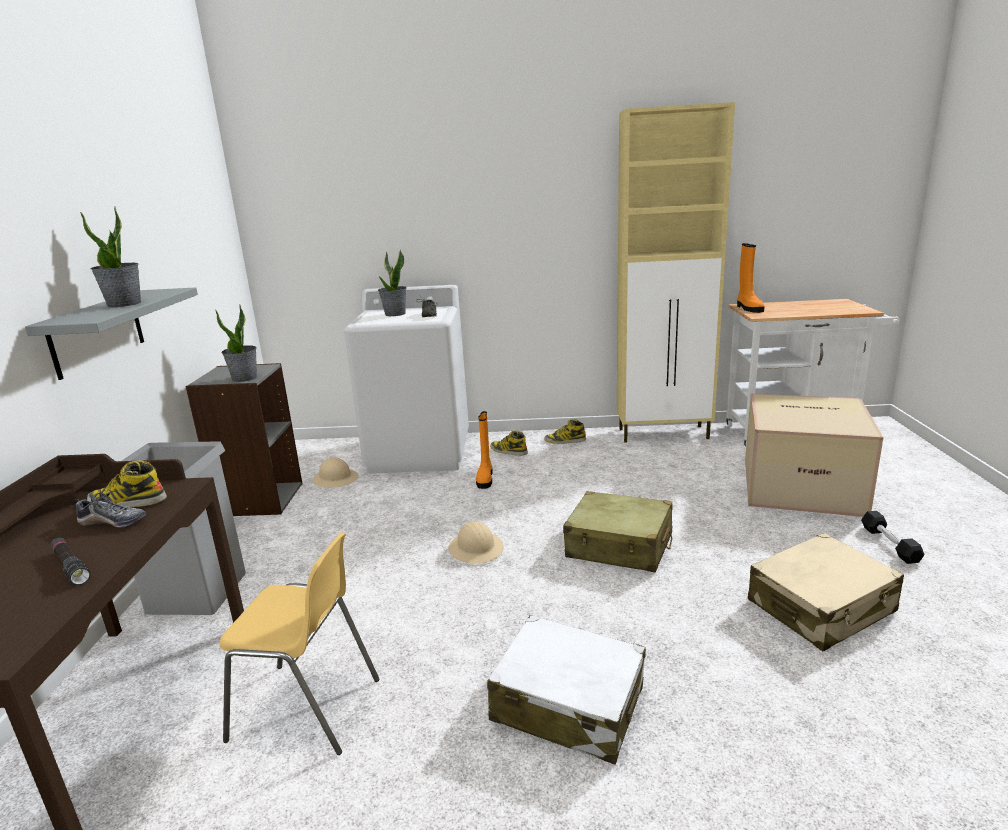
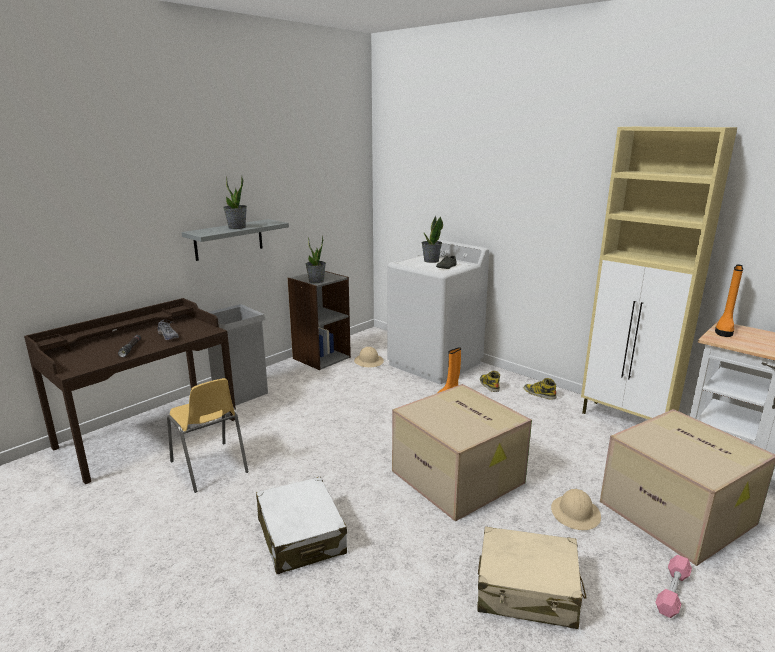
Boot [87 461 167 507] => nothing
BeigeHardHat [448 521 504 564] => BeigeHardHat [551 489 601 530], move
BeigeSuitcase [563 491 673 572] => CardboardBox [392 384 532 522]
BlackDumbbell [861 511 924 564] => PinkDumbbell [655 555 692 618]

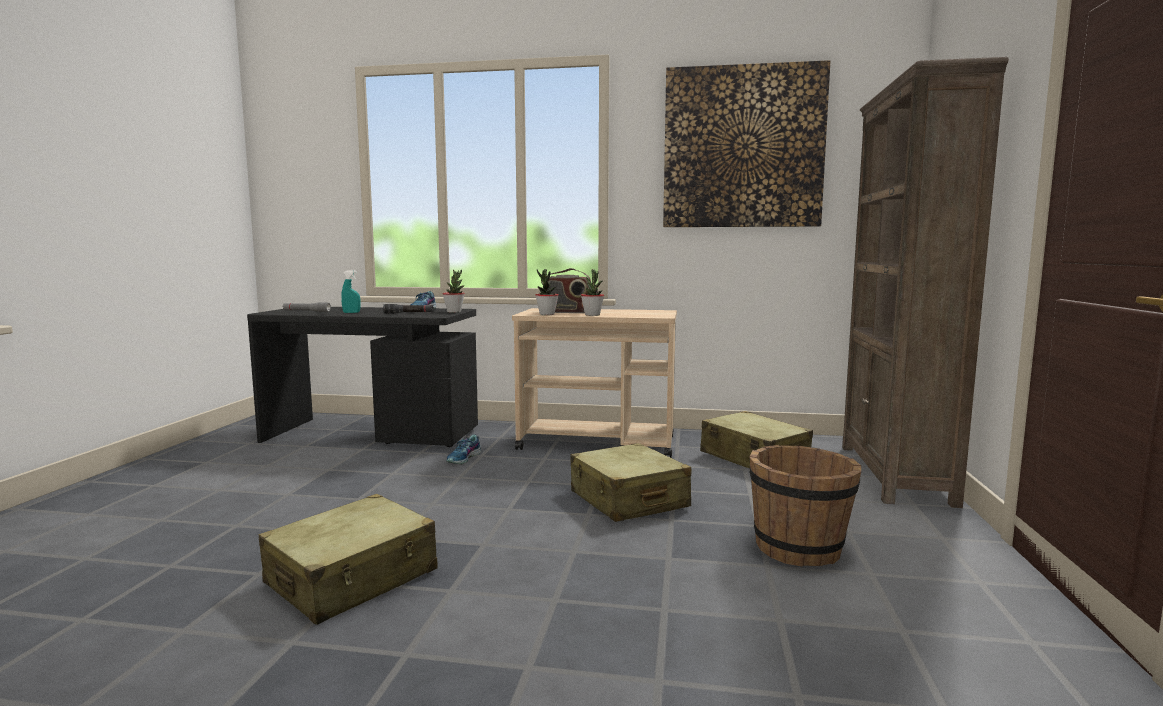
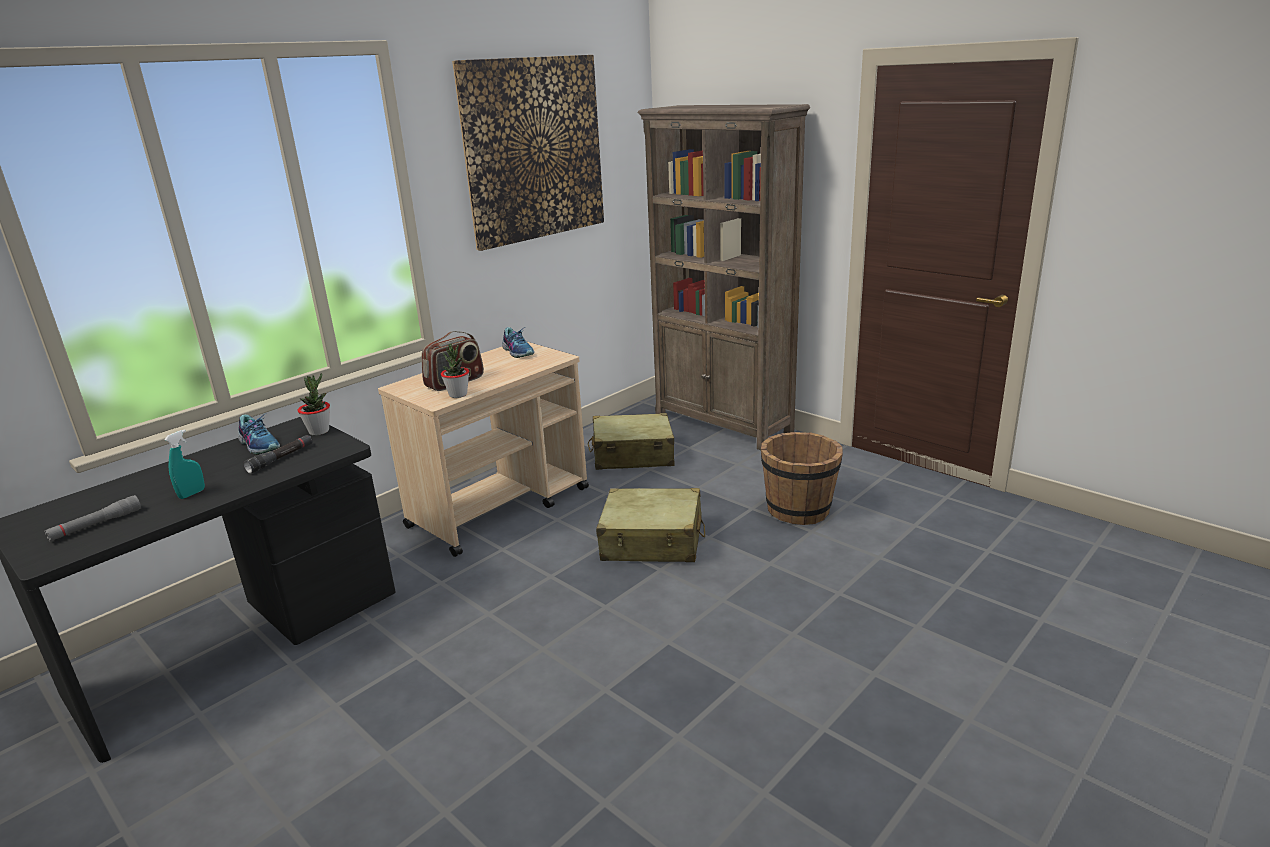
BeigeSuitcase [258 494 437 625] => nothing
PottedPlant [581 269 604 316] => nothing
Shoe [446 434 481 464] => Shoe [502 327 534 358], move

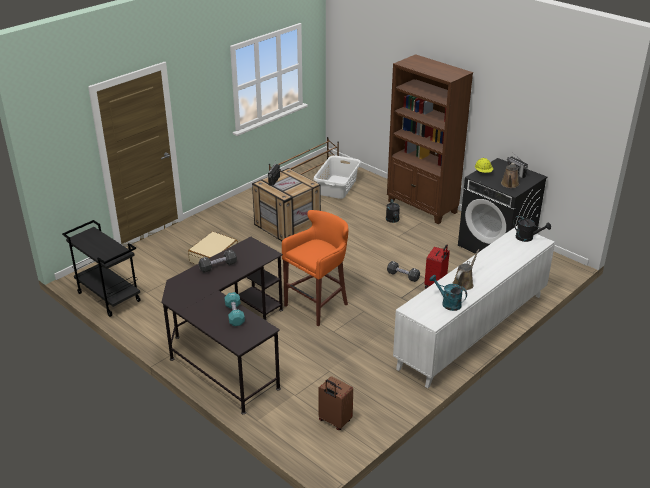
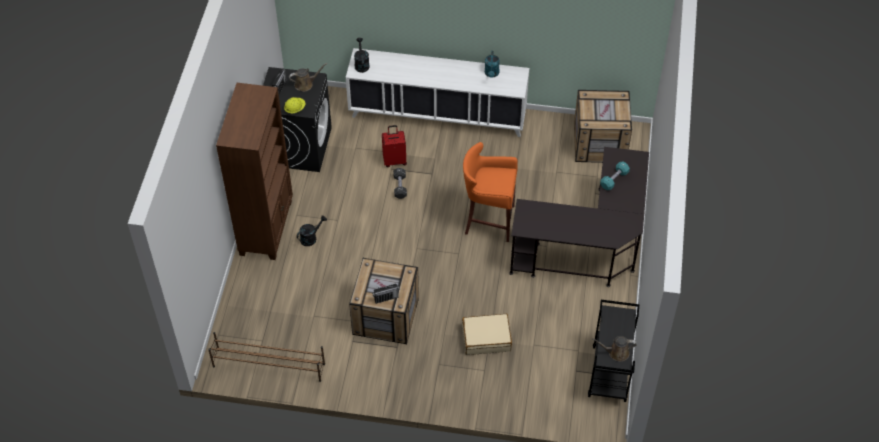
BlackDumbbell [199 249 237 273] => nothing
WhiteLaundryBasket [313 155 361 199] => nothing
BrownWateringCan [452 249 479 291] => BrownWateringCan [592 336 637 361], move
BrownSuitcase [318 376 353 430] => Crate [574 90 632 163]

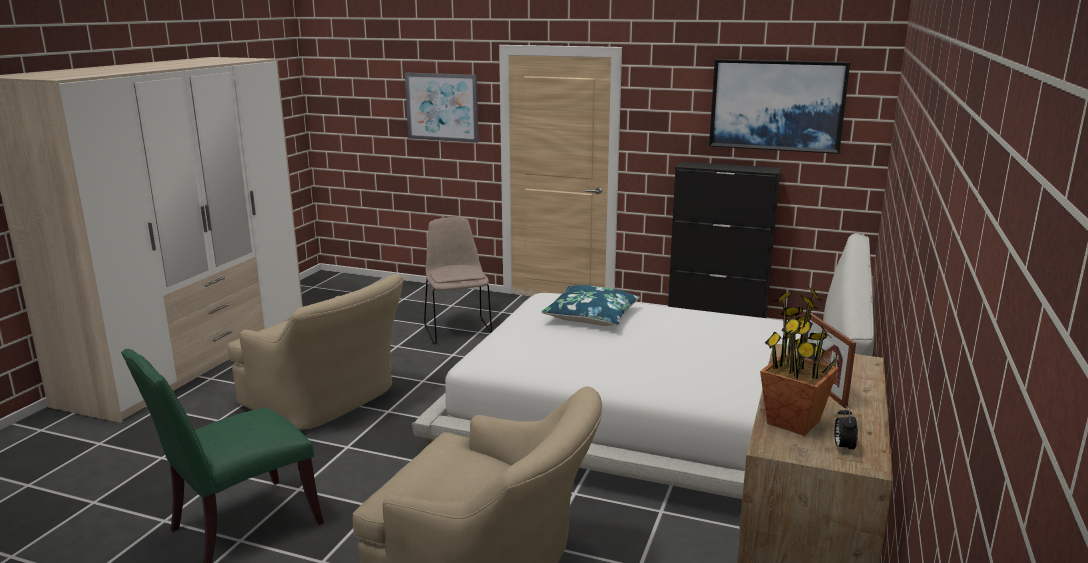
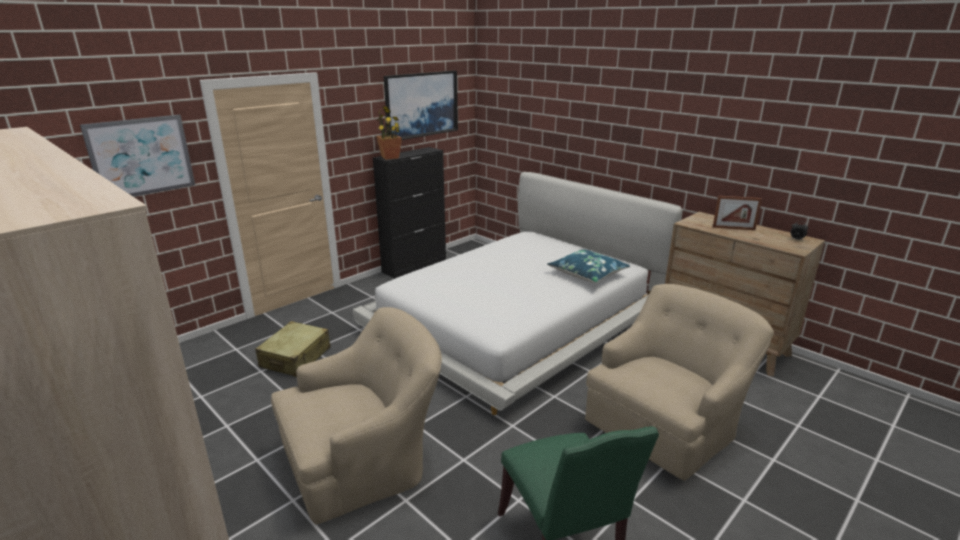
BluePillow [542 285 640 326] => BluePillow [547 249 630 283], move
PottedPlant [760 285 839 436] => PottedPlant [376 106 402 160], move
BeigeChair [424 217 492 344] => BeigeSuitcase [255 321 331 377]

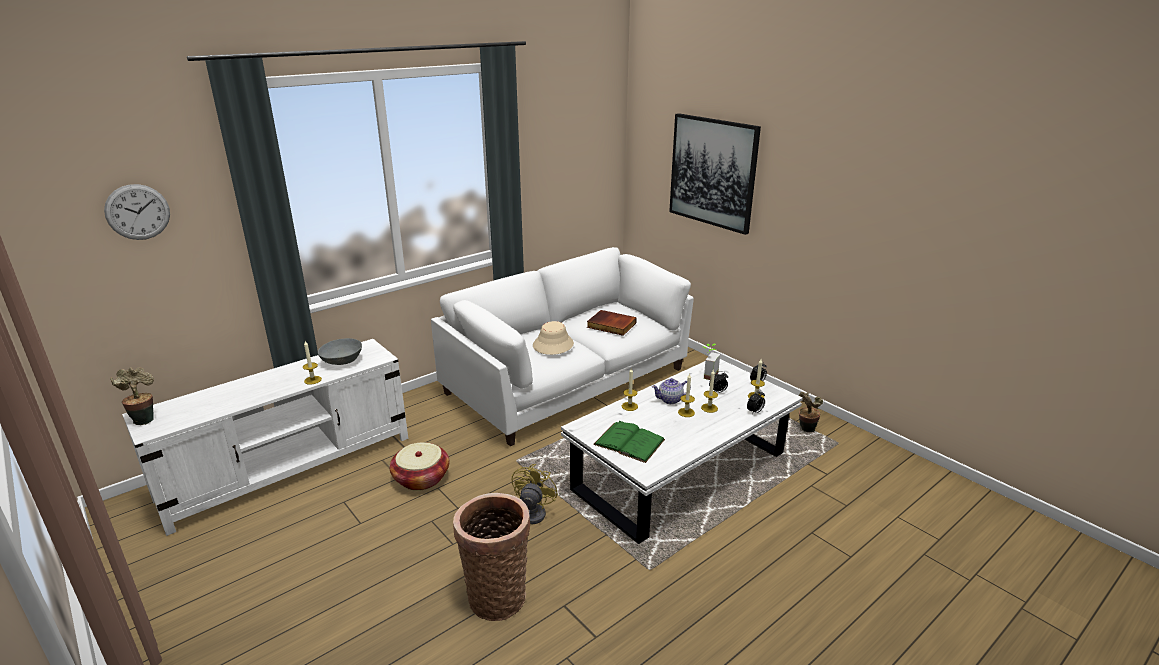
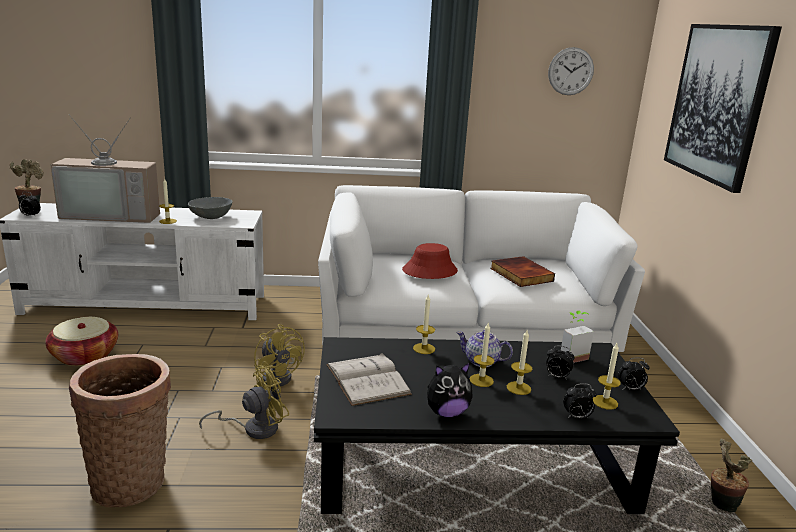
nothing => AlarmClock [18 192 41 217]
nothing => Television [50 115 160 223]
nothing => YellowFan [254 324 305 387]
nothing => PlushToy [427 362 473 417]
WallClock [104 184 170 240] => WallClock [548 47 594 95], move
Basket [389 442 449 491] => Basket [45 317 118 366], move
BeigeHat [533 321 574 355] => RedHat [402 243 458 279]
WhiteCoffeeTable [561 359 803 544] => BlackCoffeeTable [314 337 680 514]
GreenBook [593 421 665 463] => WhiteBook [326 353 412 406]

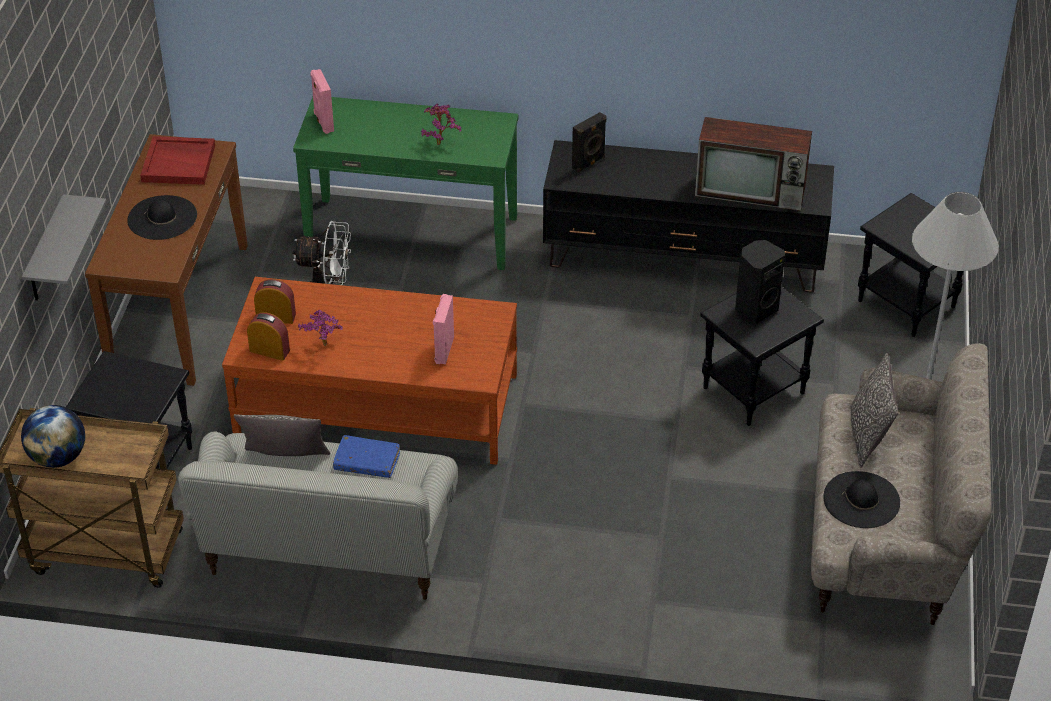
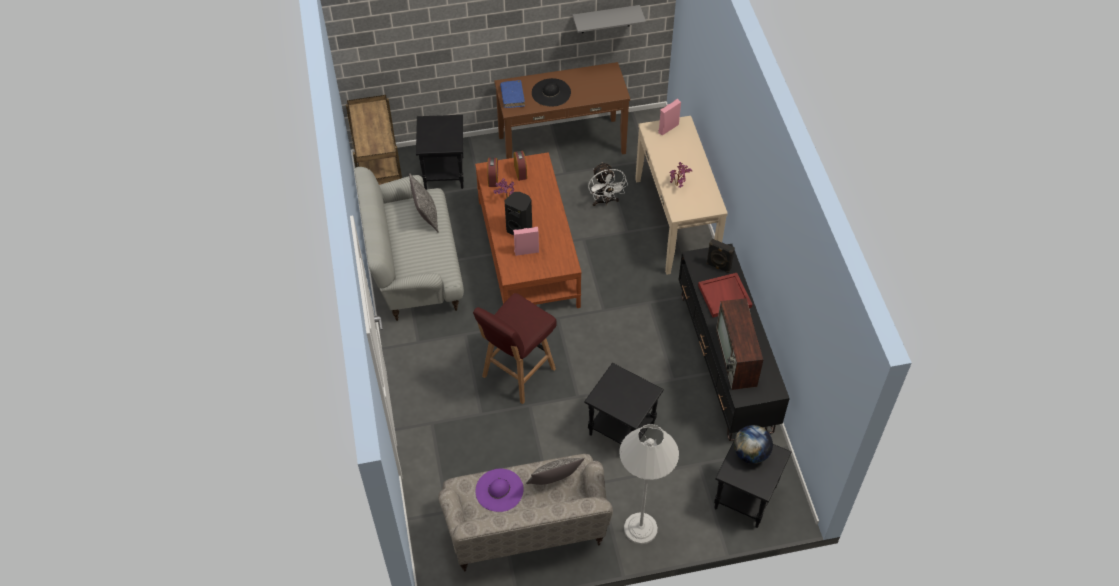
nothing => RedStool [473 293 557 404]
Globe [21 405 85 468] => Globe [734 425 773 464], move
GreyShelf [22 194 107 301] => GreyShelf [572 5 646 33], move
RedTray [140 136 215 185] => RedTray [698 273 752 317], move
BlueBook [333 435 400 478] => BlueBook [500 80 525 108], move
BlackSpeaker [735 240 785 324] => BlackSpeaker [505 192 532 235], move
GreenConsoleTable [293 97 518 270] => BeigeConsoleTable [635 116 728 275]
BlackHat [823 471 900 528] => PurpleHat [476 469 523 512]

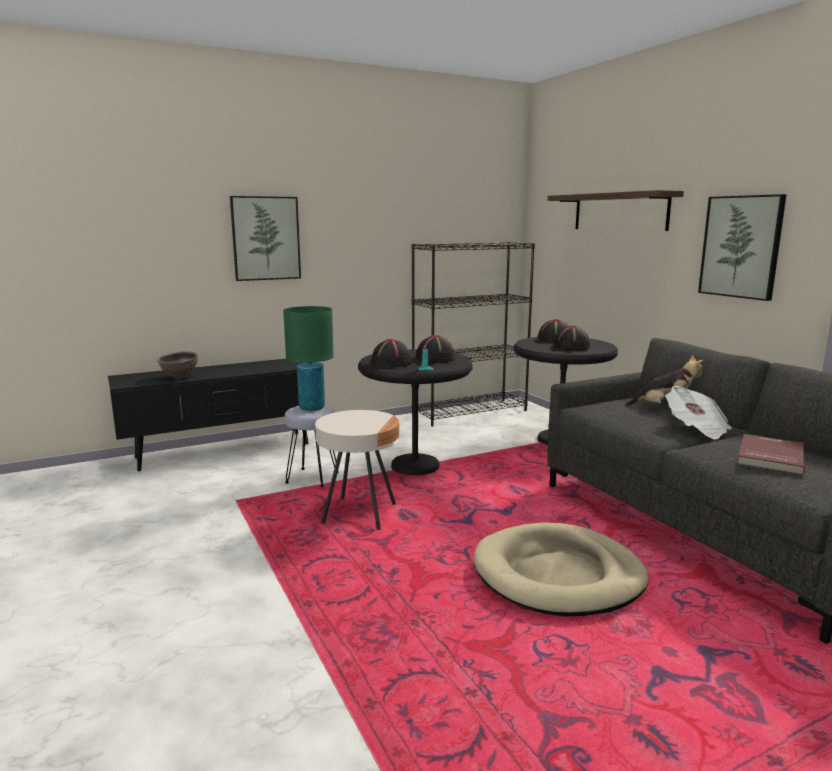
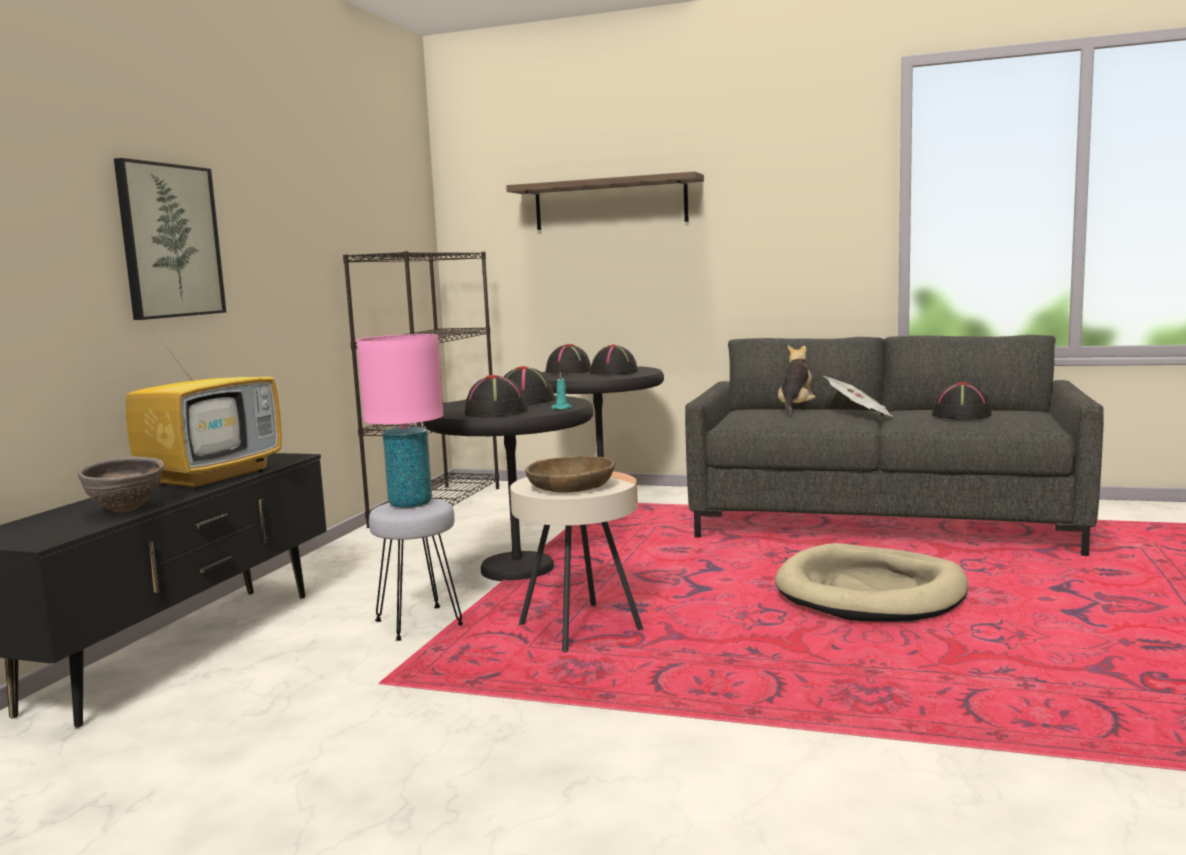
Picture [698 194 786 301] => nothing
nothing => Television [125 315 282 490]
nothing => BrownBowl [525 456 615 492]
RedBook [737 434 805 475] => BlackHat [931 382 992 420]
GreenTableLamp [283 306 334 411] => PinkTableLamp [357 334 443 508]
PlushToy [625 355 703 406] => PlushToy [778 345 816 416], 45 degrees counterclockwise

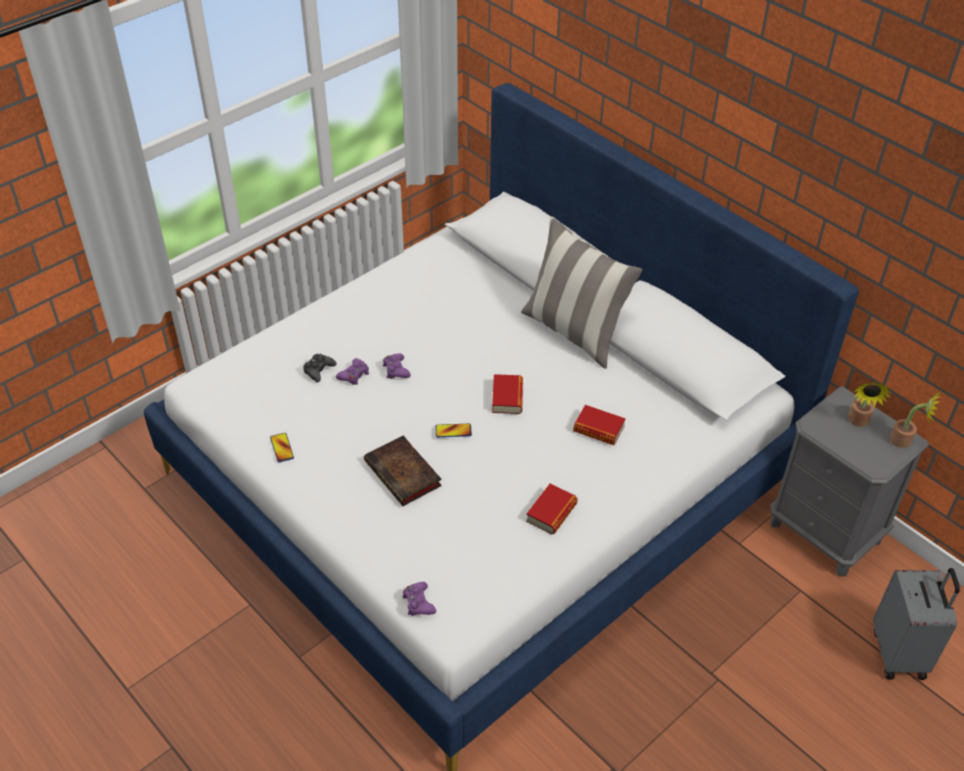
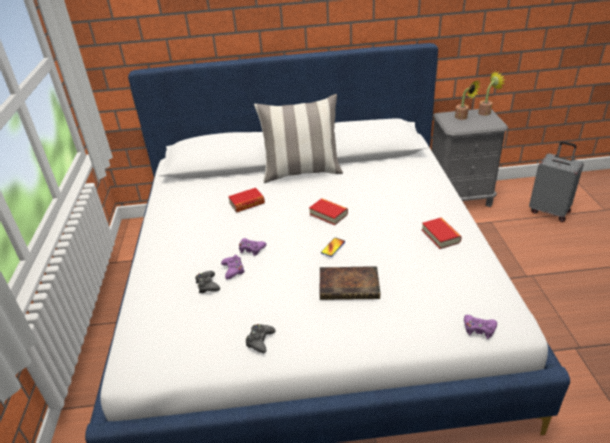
Book [573 405 625 445] => Book [228 188 265 213], move
Phone [270 433 294 462] => BlackGameController [246 324 276 353]

